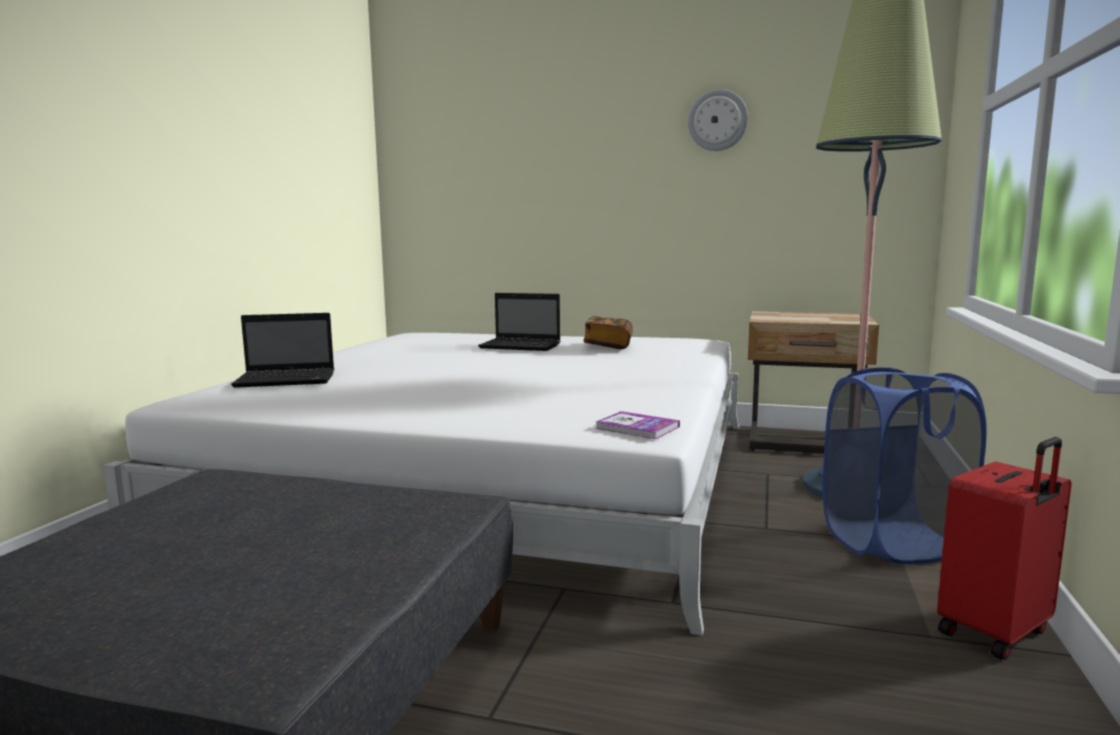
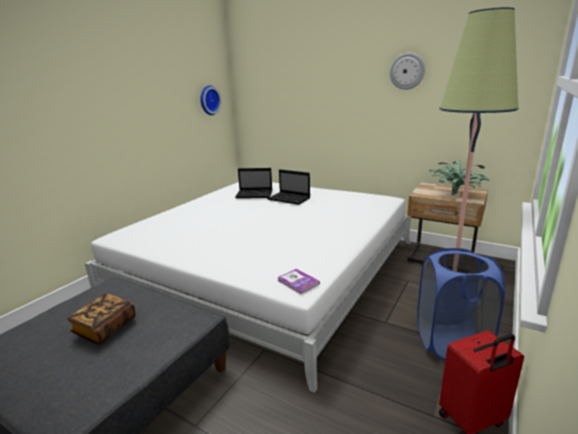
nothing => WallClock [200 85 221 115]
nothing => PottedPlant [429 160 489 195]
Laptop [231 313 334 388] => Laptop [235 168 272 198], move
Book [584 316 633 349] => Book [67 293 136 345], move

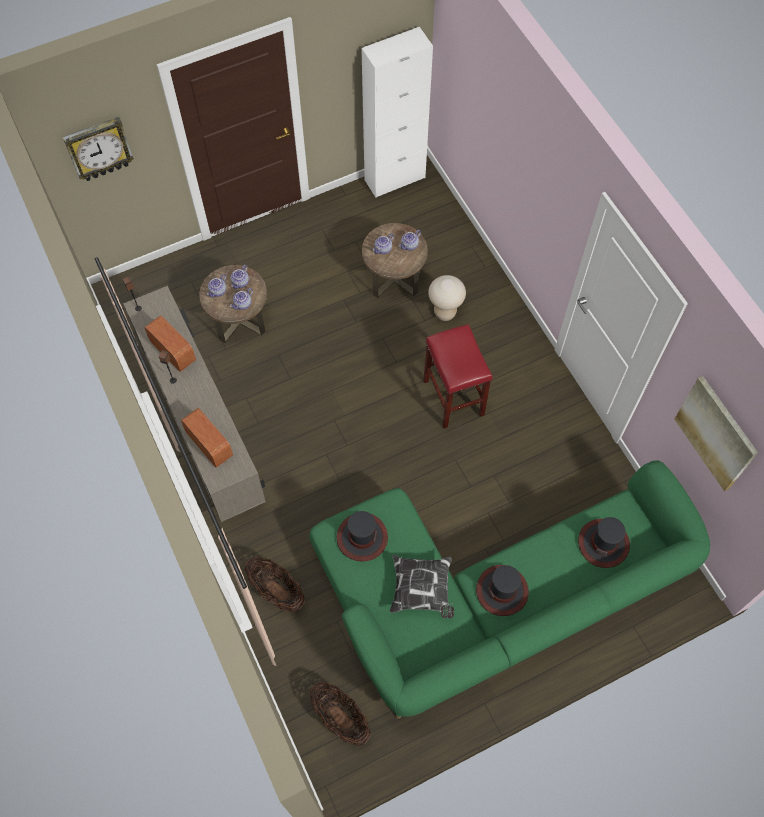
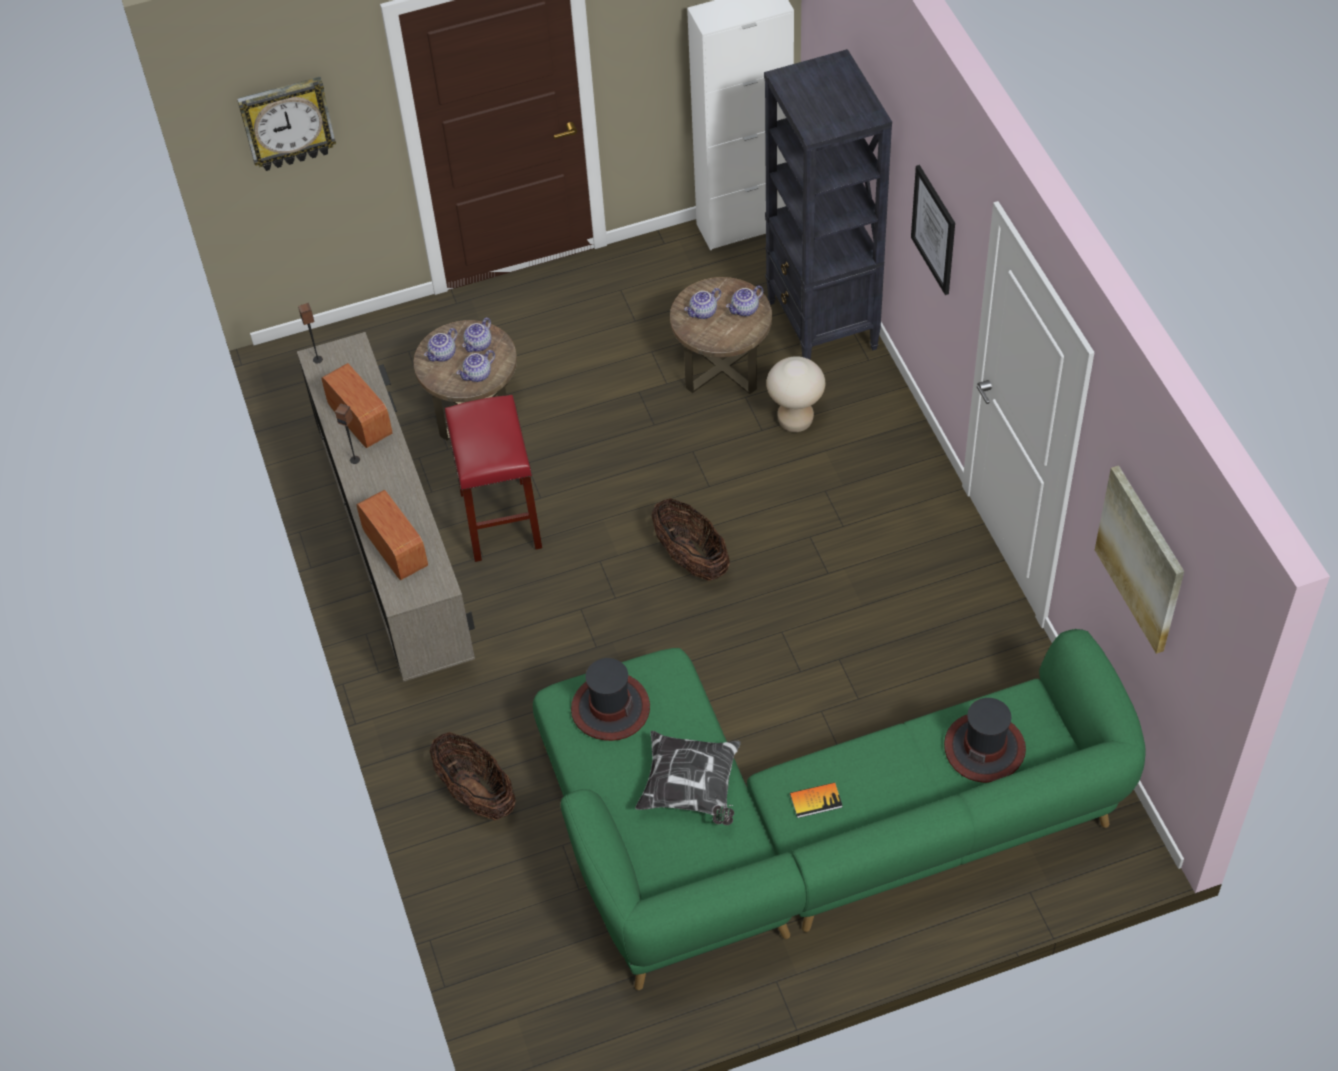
nothing => BlackBookcase [764 49 892 360]
nothing => Picture [911 165 955 295]
Basket [309 681 371 746] => Basket [651 498 730 581], move
RedStool [423 324 493 428] => RedStool [445 395 542 562], move
Hat [476 565 529 616] => Book [790 782 843 818]

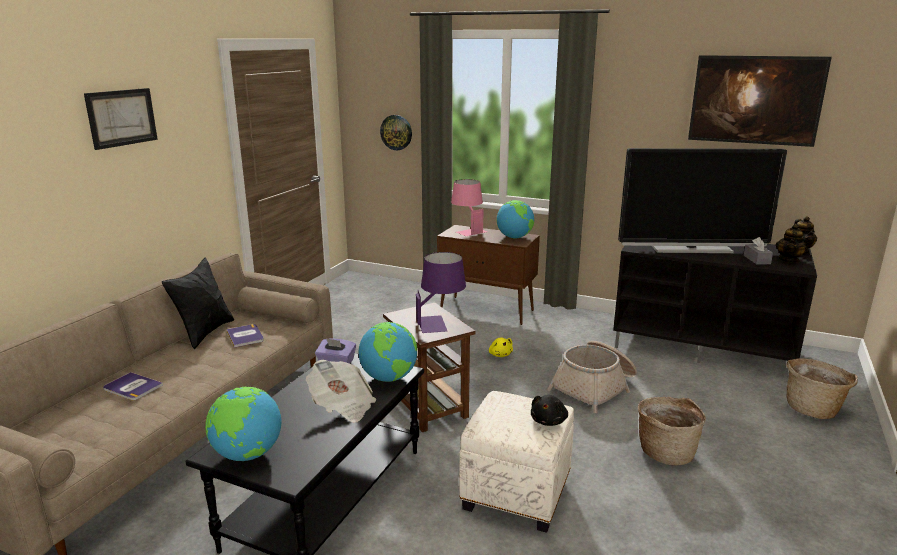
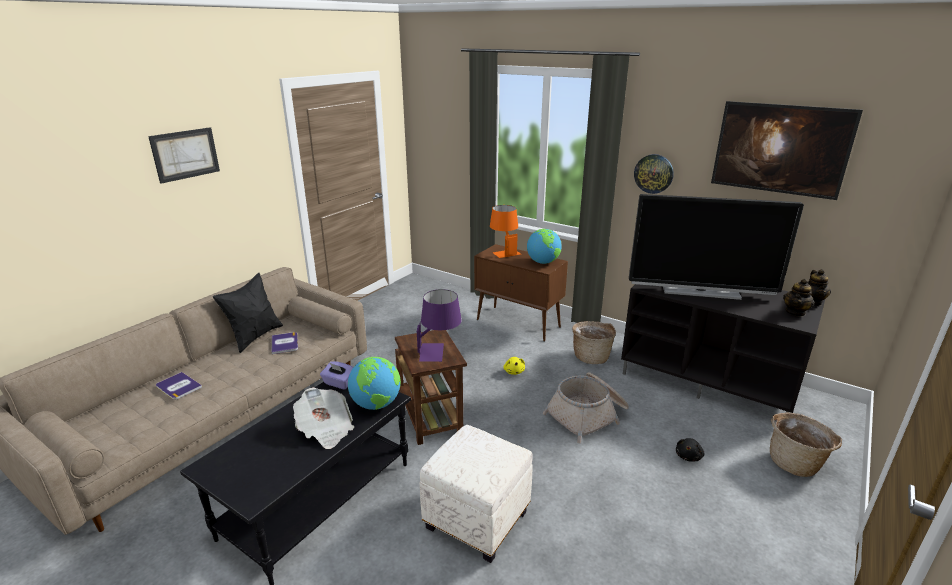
Globe [205 386 282 461] => nothing
GreyTissueBox [744 237 773 264] => nothing
WallClock [380 115 412 150] => WallClock [634 154 674 194], move
BlackPlushToy [531 395 568 426] => BlackPlushToy [676 438 705 462], move
Basket [638 397 706 465] => Basket [572 321 616 364], move
PinkTableLamp [451 179 487 236] => OrangeTableLamp [490 205 521 258]

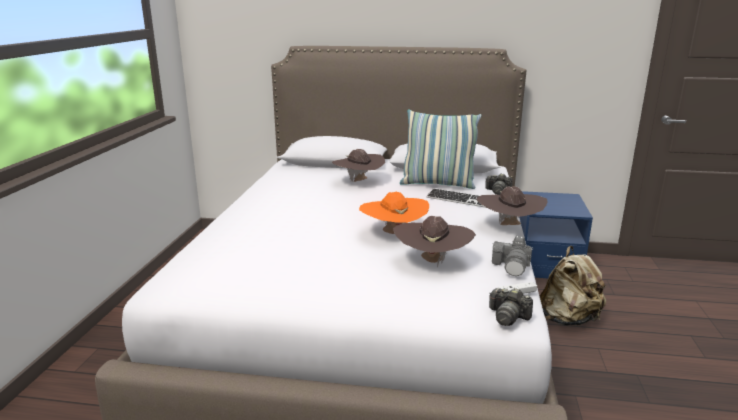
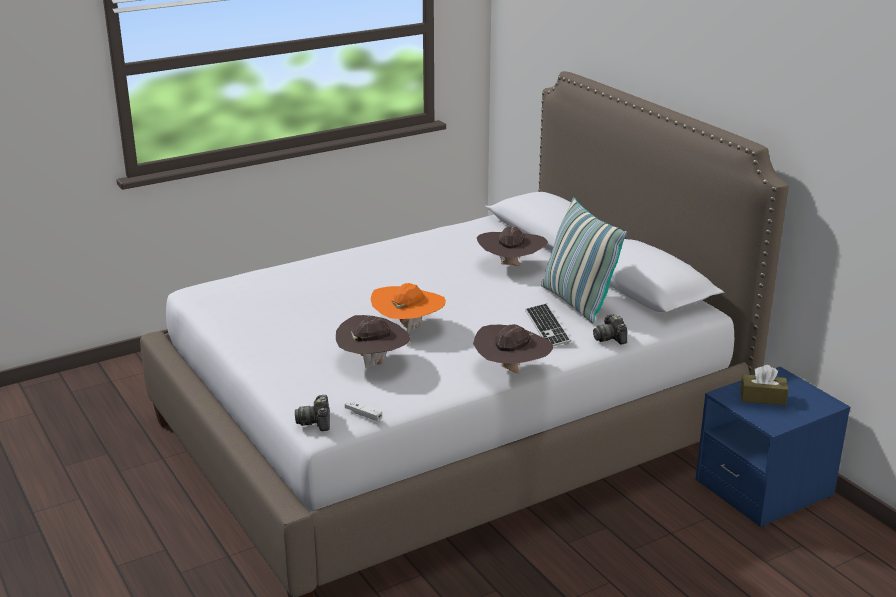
PhotoCamera [492 236 533 276] => nothing
BeigeBackpack [540 246 607 326] => nothing
nothing => BrownTissueBox [740 365 789 406]

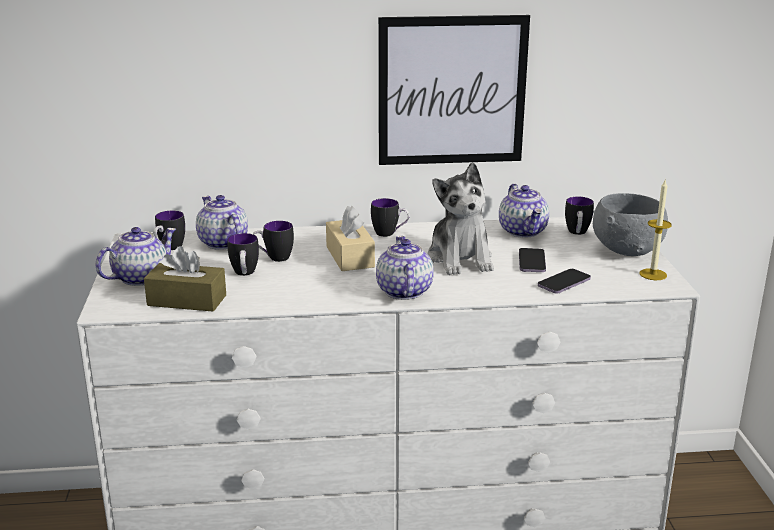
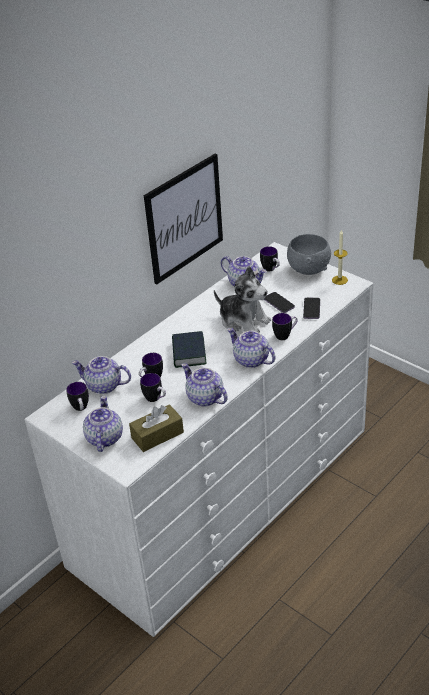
nothing => Teapot [181 363 228 407]
Mug [371 198 410 237] => Mug [272 313 298 340], move
BeigeTissueBox [326 205 375 271] => Book [172 331 207 368]

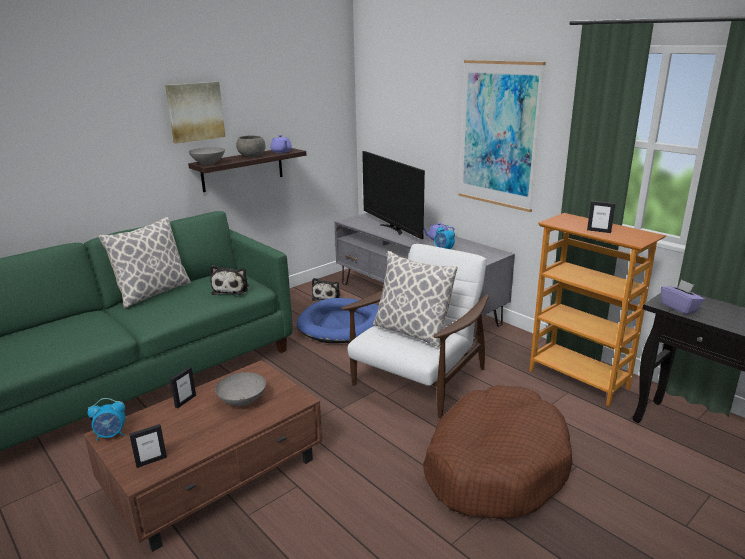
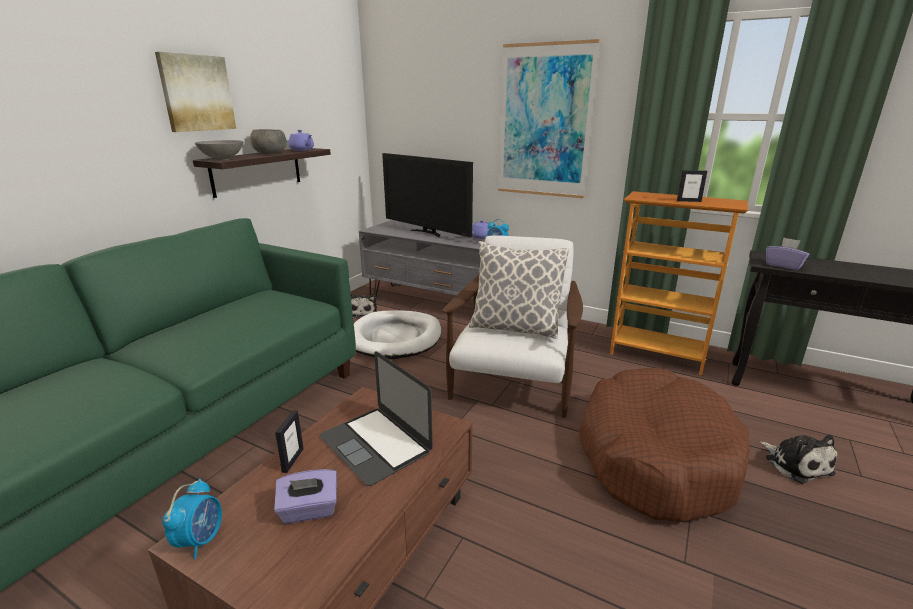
Pillow [98 217 191 308] => nothing
PictureFrame [129 424 167 468] => nothing
nothing => PurpleTissueBox [274 469 337 524]
PlushToy [210 265 249 295] => PlushToy [760 435 837 484], move
GreyBowl [215 372 266 406] => Laptop [320 351 433 486]
BlueDogBed [297 298 379 343] => WhiteDogBed [354 310 441 359]
AlarmClock [88 398 125 441] => AlarmClock [162 479 222 559], 45 degrees counterclockwise

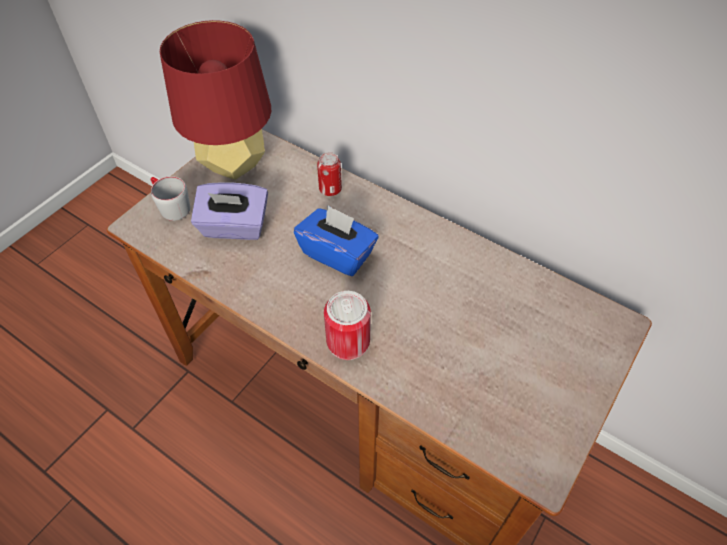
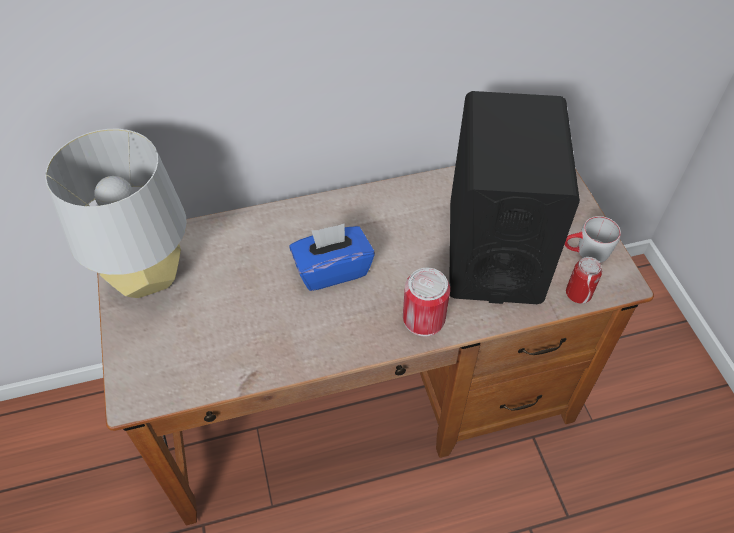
PurpleTissueBox [191 183 268 240] => nothing
nothing => BlackSpeaker [449 91 580 304]
GreyMug [151 176 190 221] => GreyMug [564 216 621 263], move
Can [317 152 342 196] => Can [566 257 602 303], move
RedTableLamp [160 20 271 180] => GreyTableLamp [45 129 187 298]

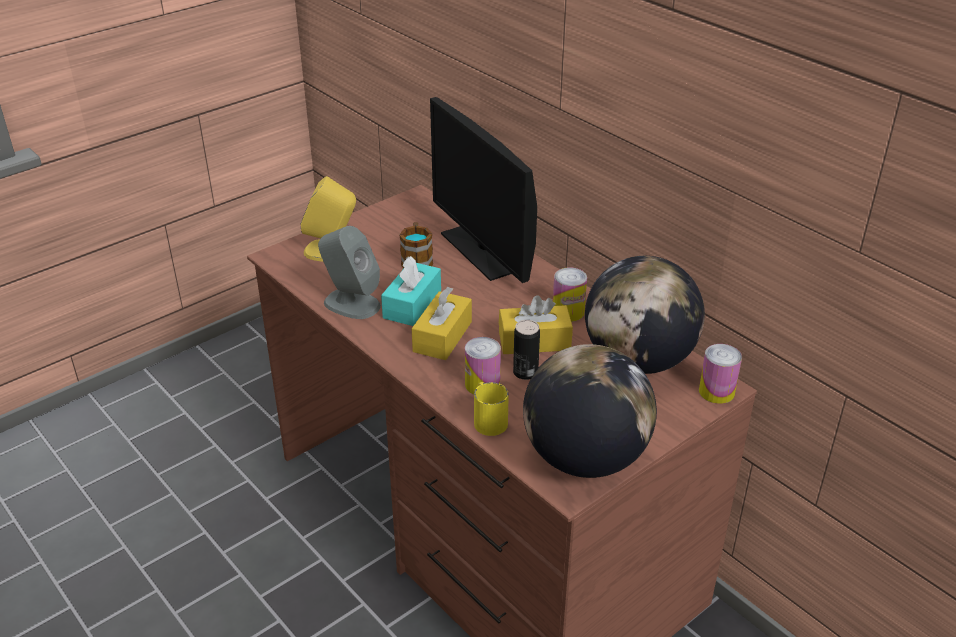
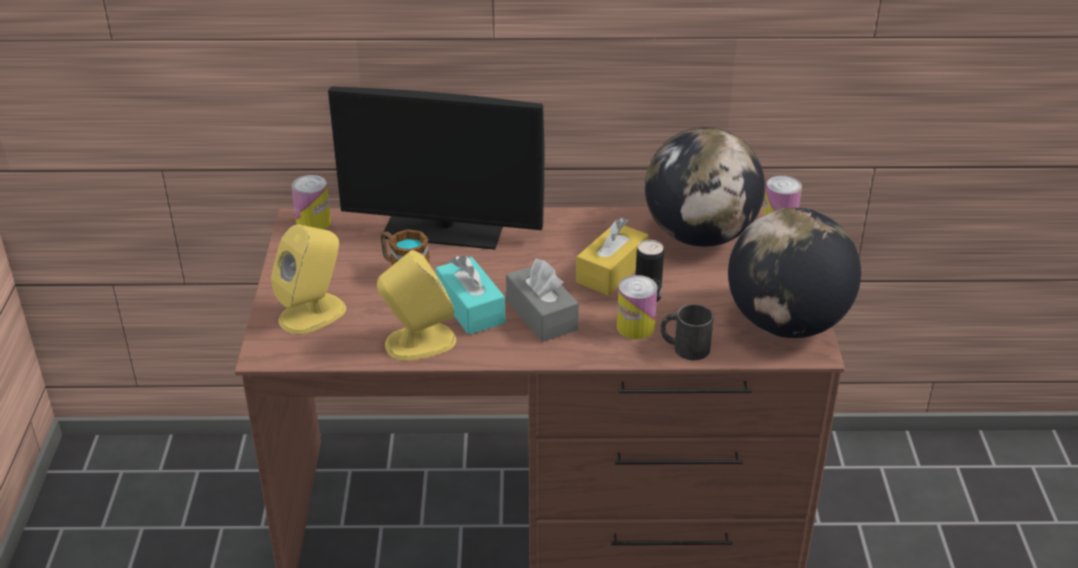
Can [553 267 587 322] => Can [291 175 331 230], move
GreySpeaker [318 226 381 319] => YellowSpeaker [377 250 456 361]
YellowTissueBox [412 287 472 360] => GreyTissueBox [506 259 579 342]
YellowMug [474 382 509 436] => BlackMug [660 304 714 360]

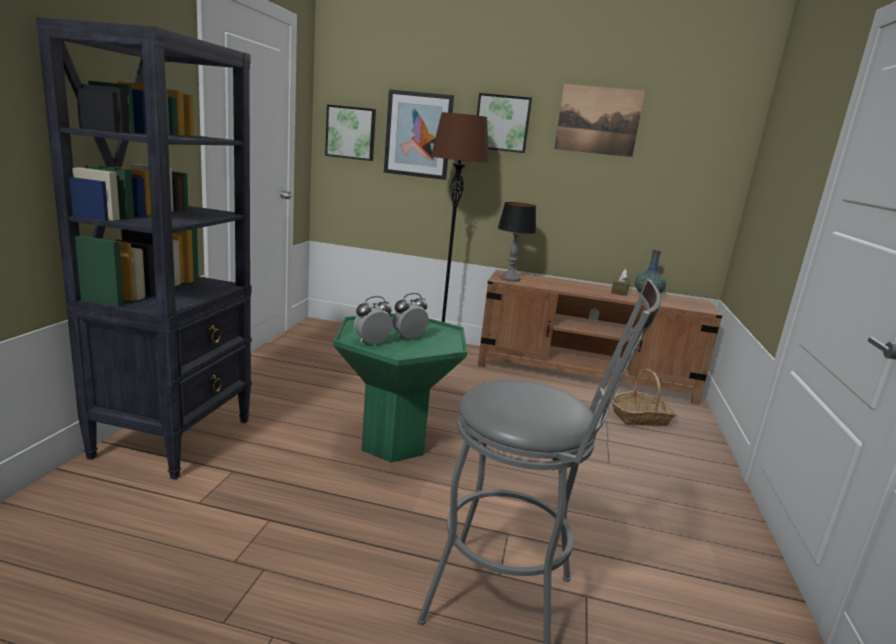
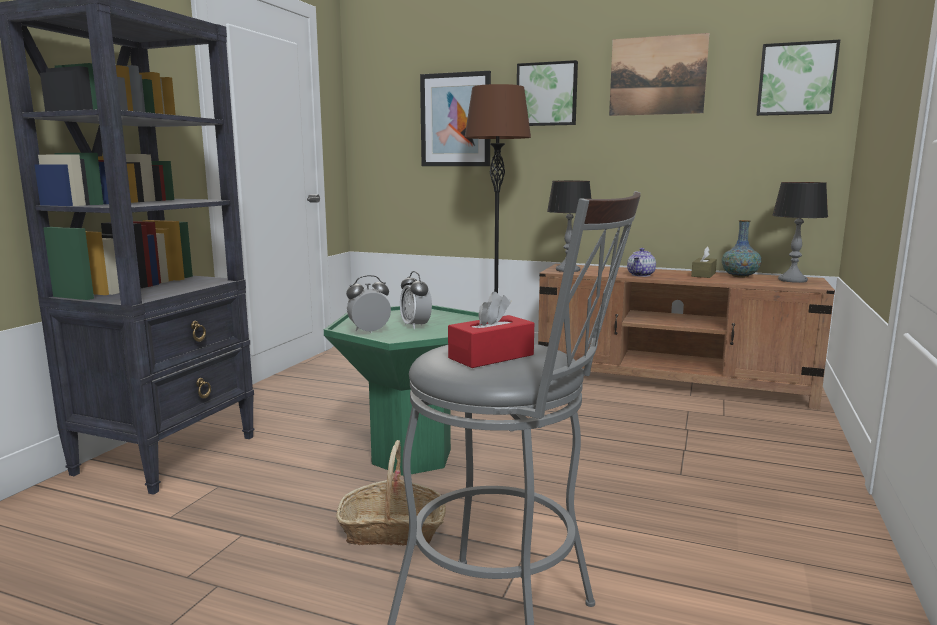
nothing => RedTissueBox [448 292 534 368]
nothing => Teapot [627 248 656 277]
nothing => TableLamp [772 182 828 283]
Picture [325 104 376 161] => Picture [756 39 841 116], move
Basket [612 369 677 426] => Basket [336 440 446 545], move
AlarmClock [392 293 429 340] => AlarmClock [400 271 432 329], 90 degrees counterclockwise

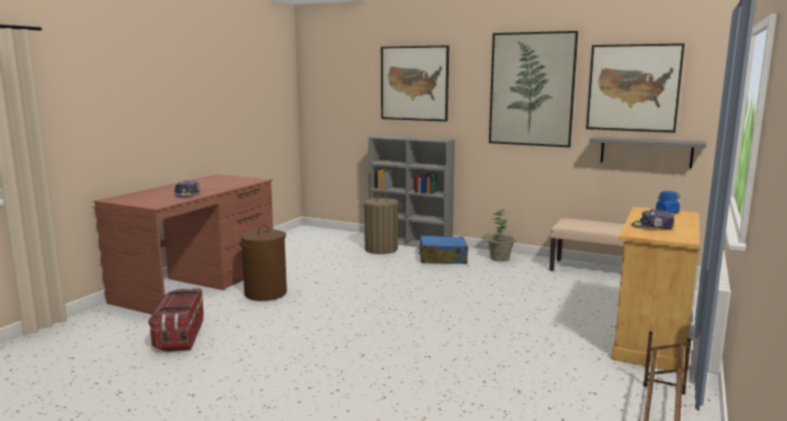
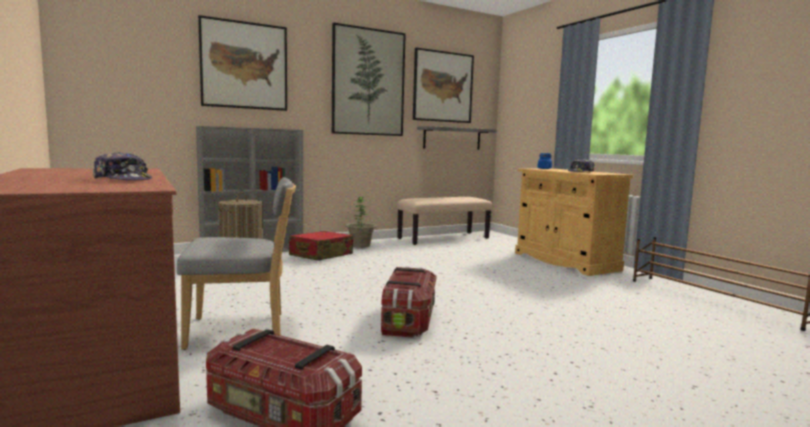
nothing => StorageBox [381 267 436 337]
BrownLaundryBasket [239 225 287 301] => GreyChair [177 177 296 350]
BlueSuitcase [416 235 468 264] => RedSuitcase [289 231 353 261]

